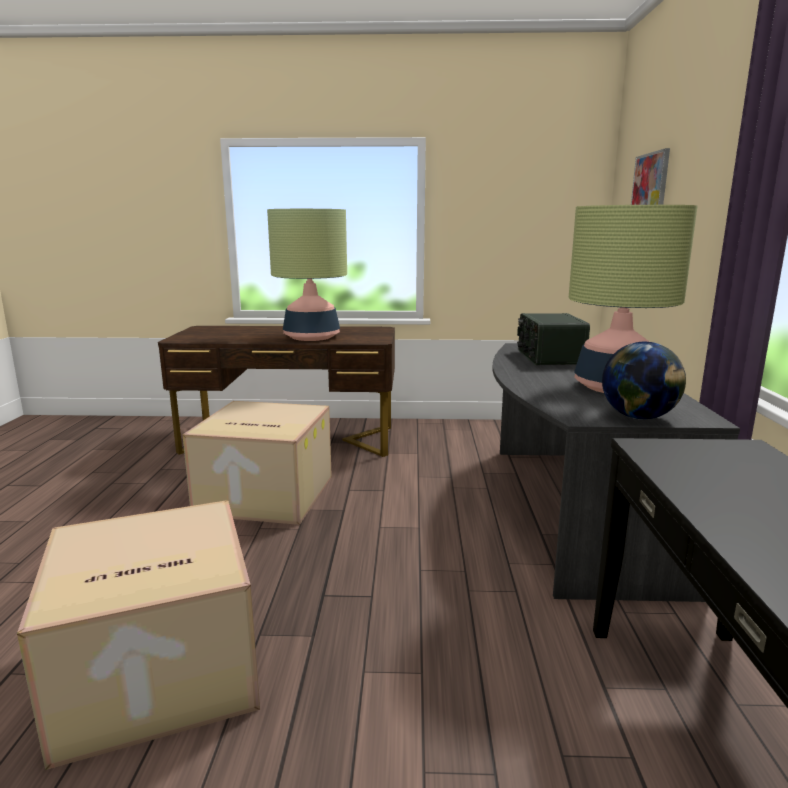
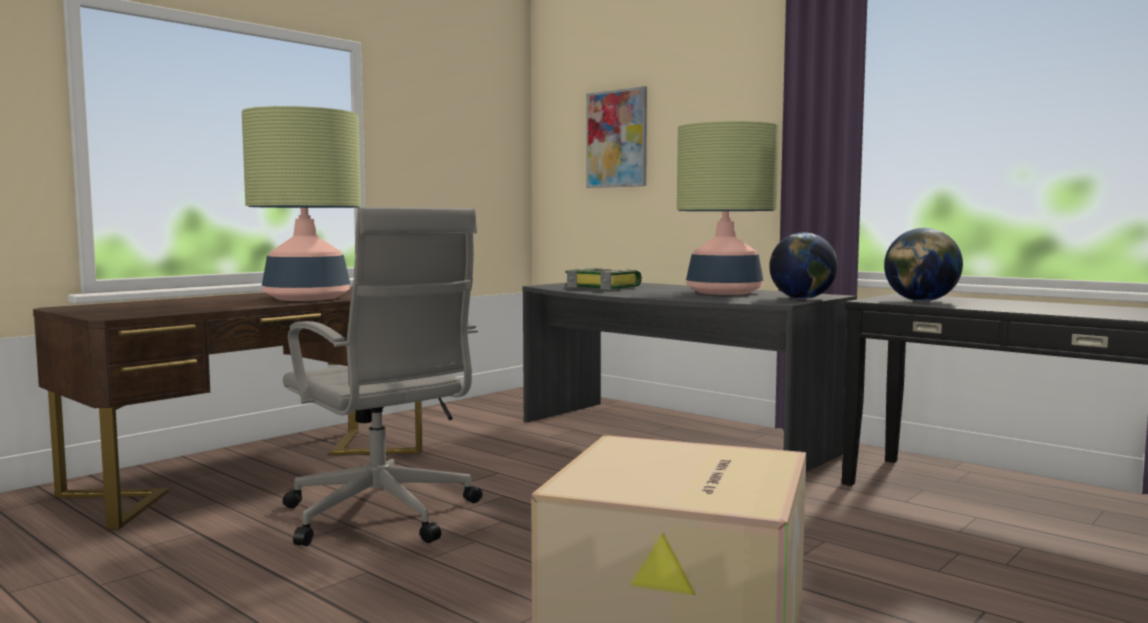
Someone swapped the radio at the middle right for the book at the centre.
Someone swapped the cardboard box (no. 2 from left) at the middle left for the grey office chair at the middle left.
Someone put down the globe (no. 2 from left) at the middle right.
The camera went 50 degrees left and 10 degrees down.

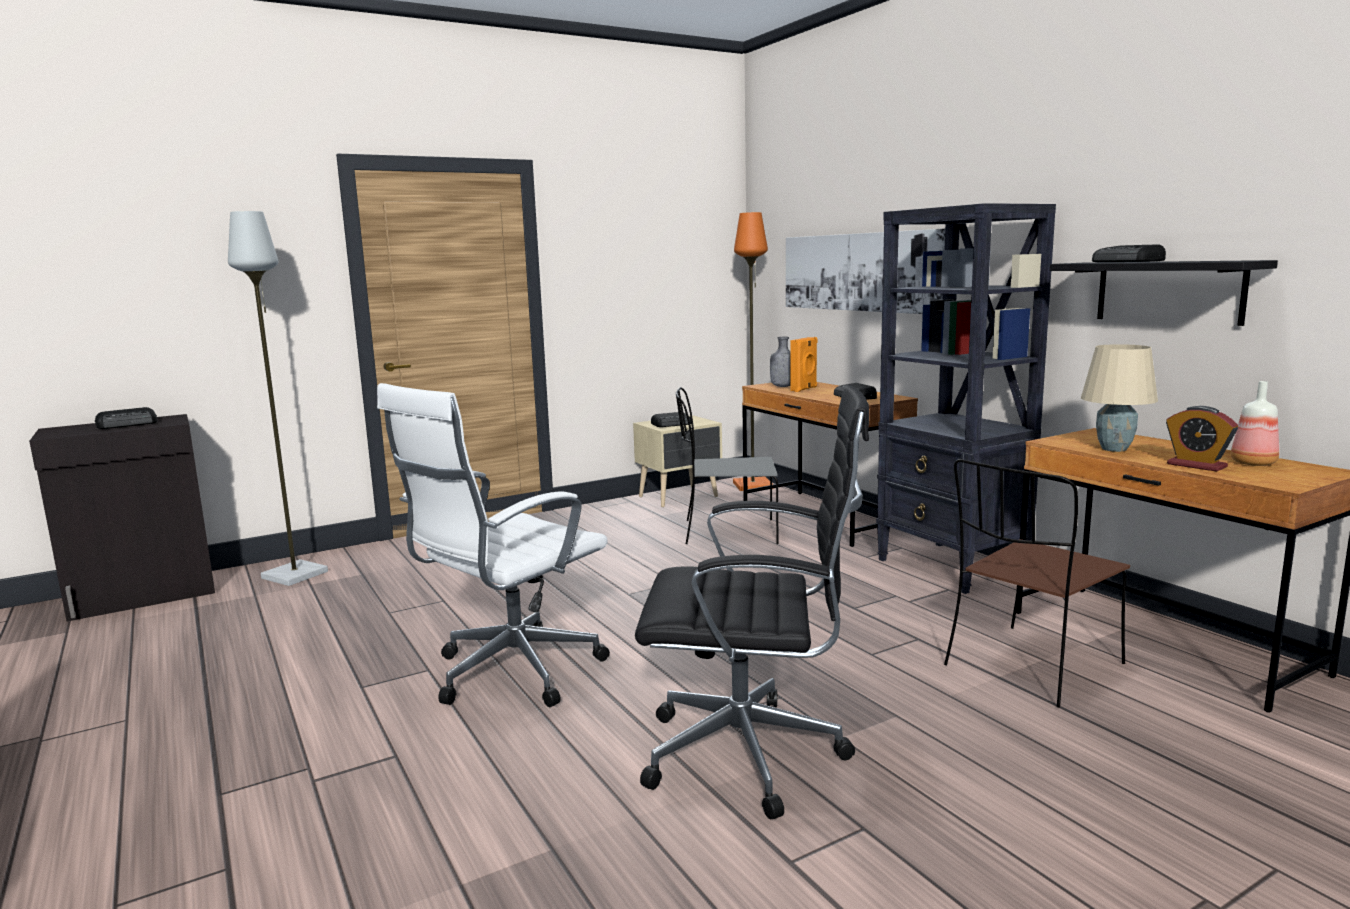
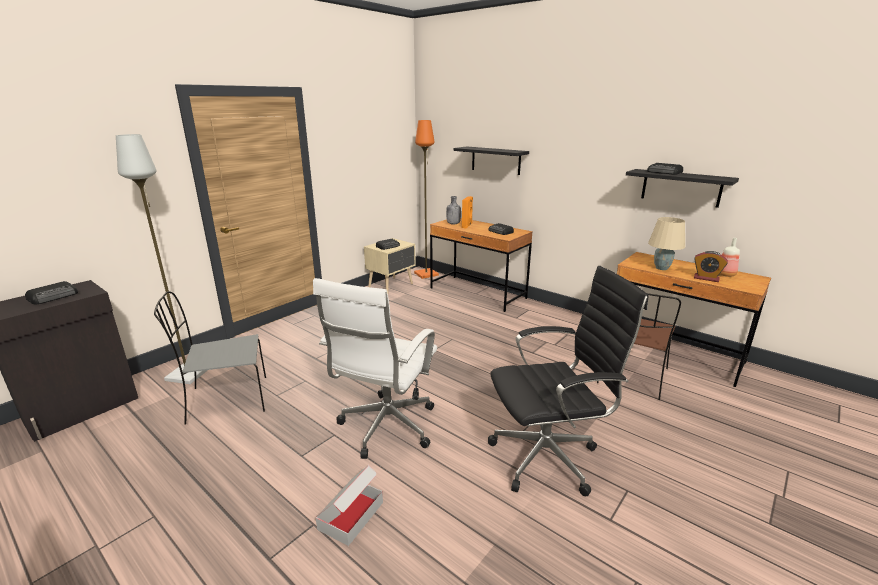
Someone took away the black bookcase at the middle right.
Someone swapped the picture at the top centre for the black shelf (no. 1 from left) at the top centre.
Someone carried the grey chair from the centre to the middle left.
Someone put down the cardboard box at the bottom centre.
The camera went 20 degrees left and 10 degrees up.

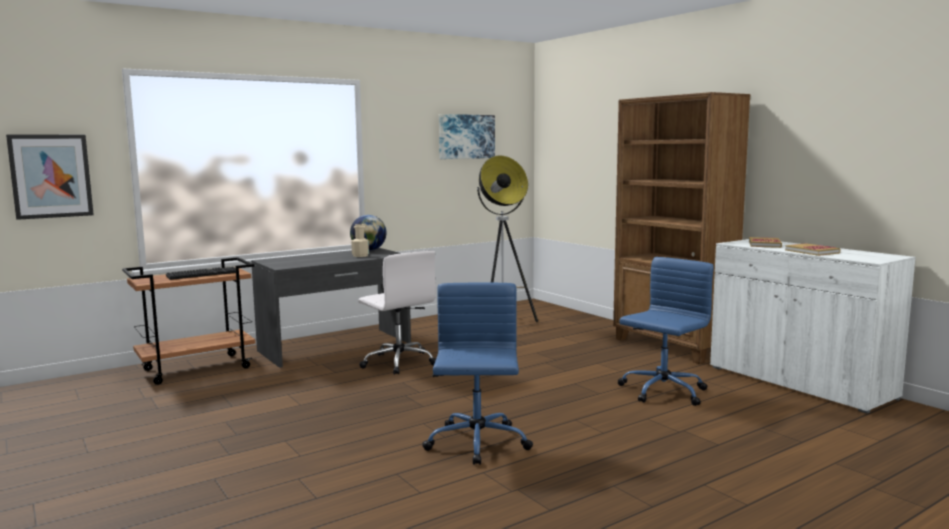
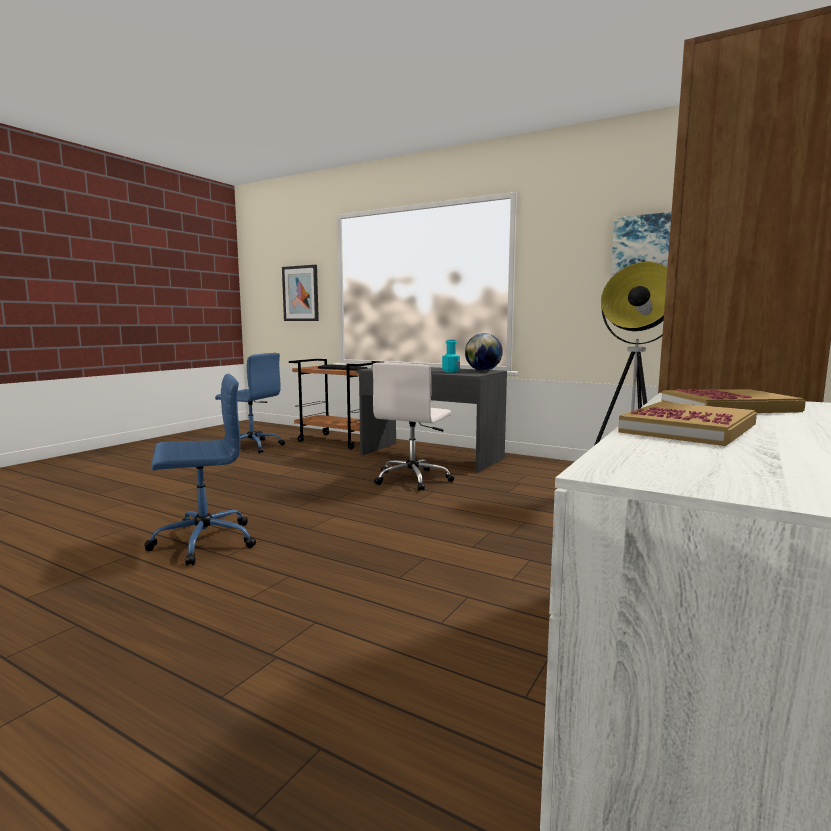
Someone repainted the beige bottle at the centre, which became the turquoise bottle at the centre.
Someone carried the blue office chair (no. 2 from left) from the middle right to the middle left.
The camera went 65 degrees right and 0 degrees up.

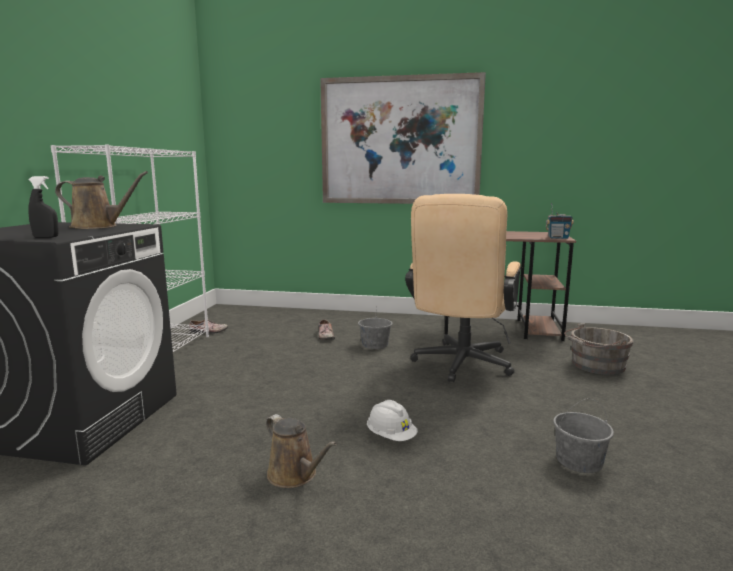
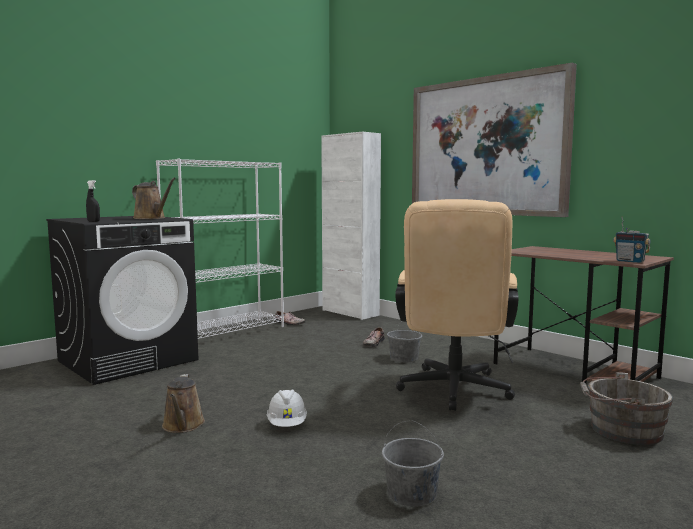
Someone rotated the beige office chair at the centre by 45 degrees counterclockwise.
Someone put down the white cabinet at the centre.
The camera went 35 degrees right and 5 degrees down.

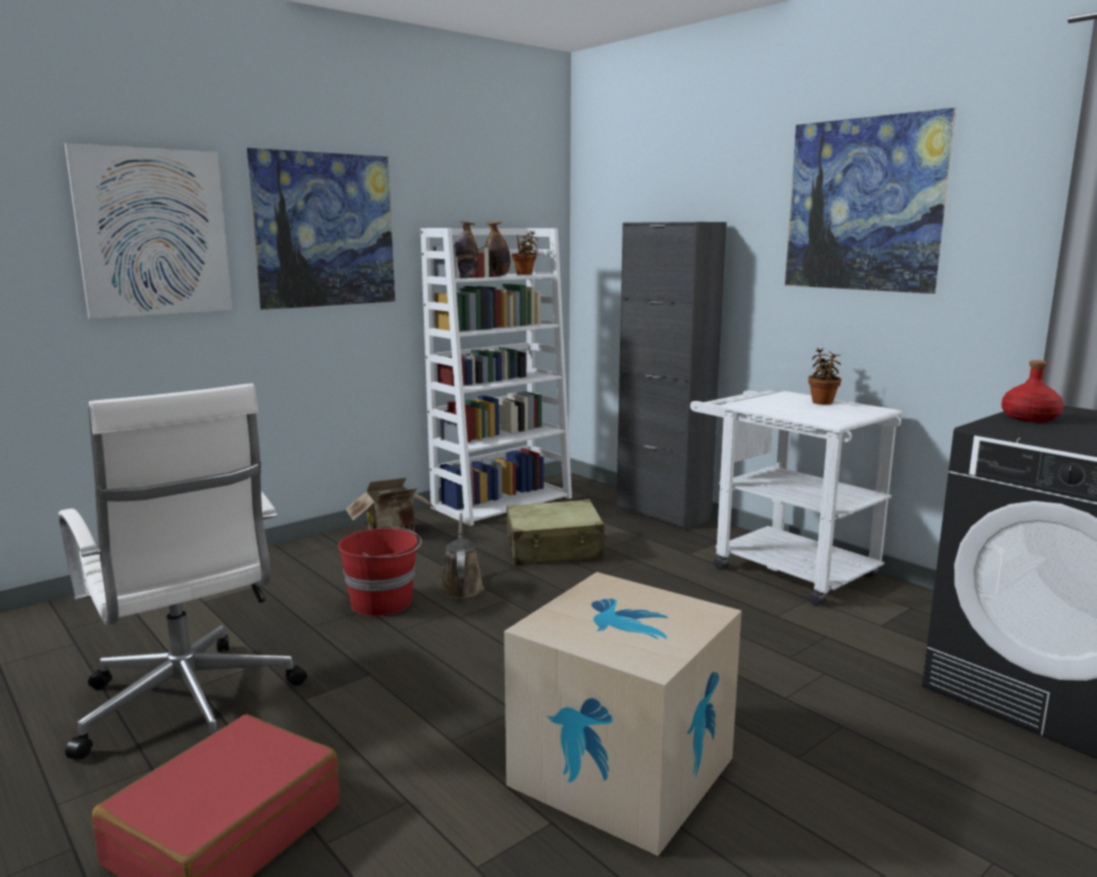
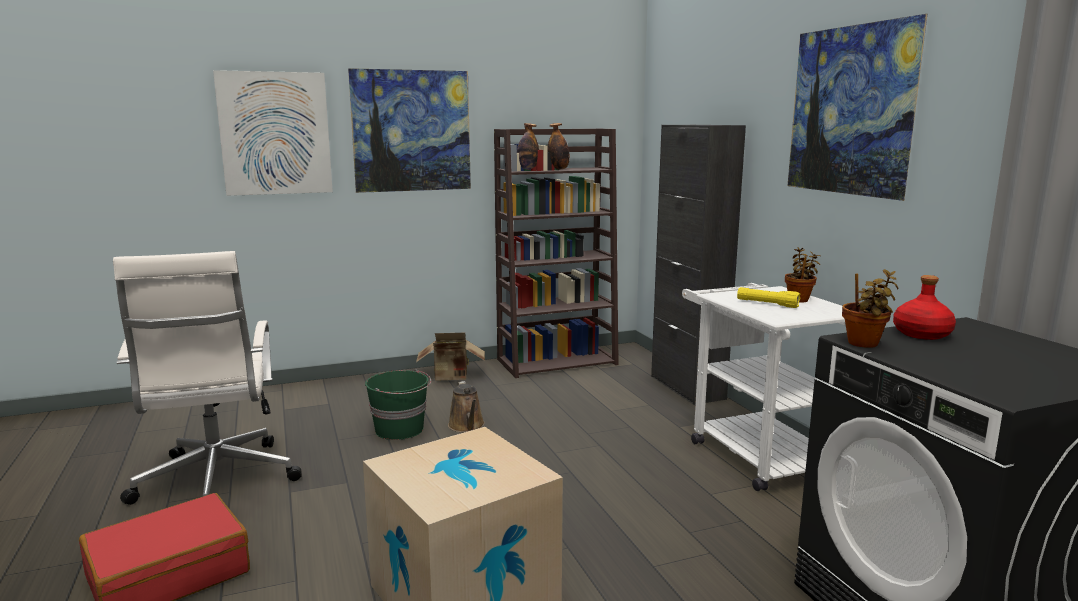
Someone repainted the white bookcase at the centre, which became the brown bookcase at the centre.
Someone carried the potted plant (no. 1 from left in the first image) from the top centre to the middle right.
Someone took away the beige suitcase at the centre.
Someone rotated the brown watering can at the centre by 150 degrees clockwise.
Someone repainted the red bucket at the centre, which became the green bucket at the bottom centre.
Someone put down the yellow flashlight at the middle right.
The camera went 20 degrees right and 0 degrees up.

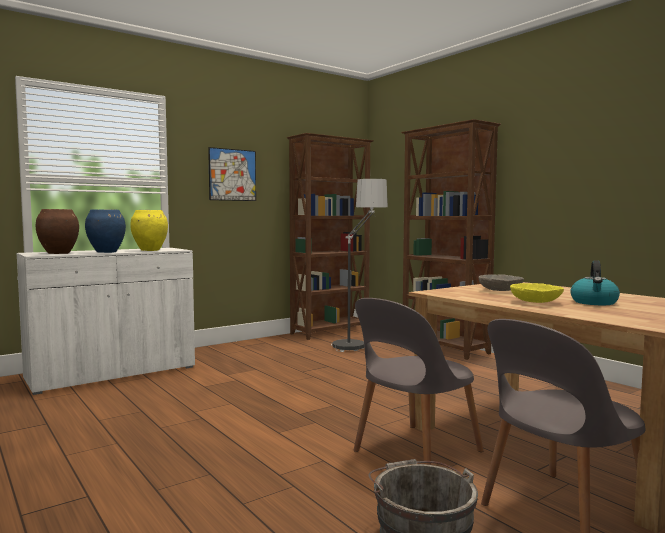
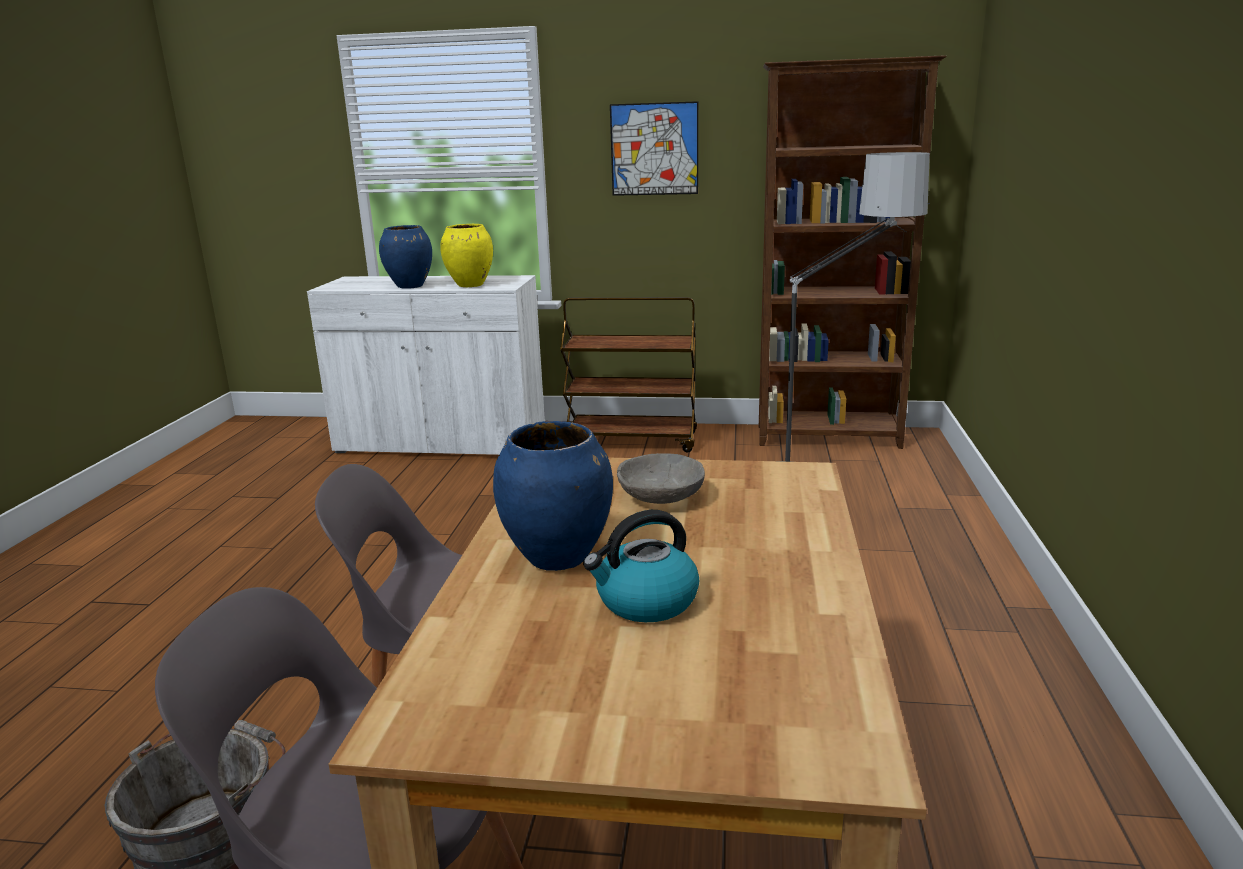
Someone took away the brown bookcase (no. 2 from left) at the middle right.
Someone took away the brown vase at the middle left.
Someone swapped the yellow bowl at the middle right for the blue vase (no. 2 from left) at the centre.
Someone put down the brown cart at the centre.
The camera went 45 degrees right and 15 degrees up.

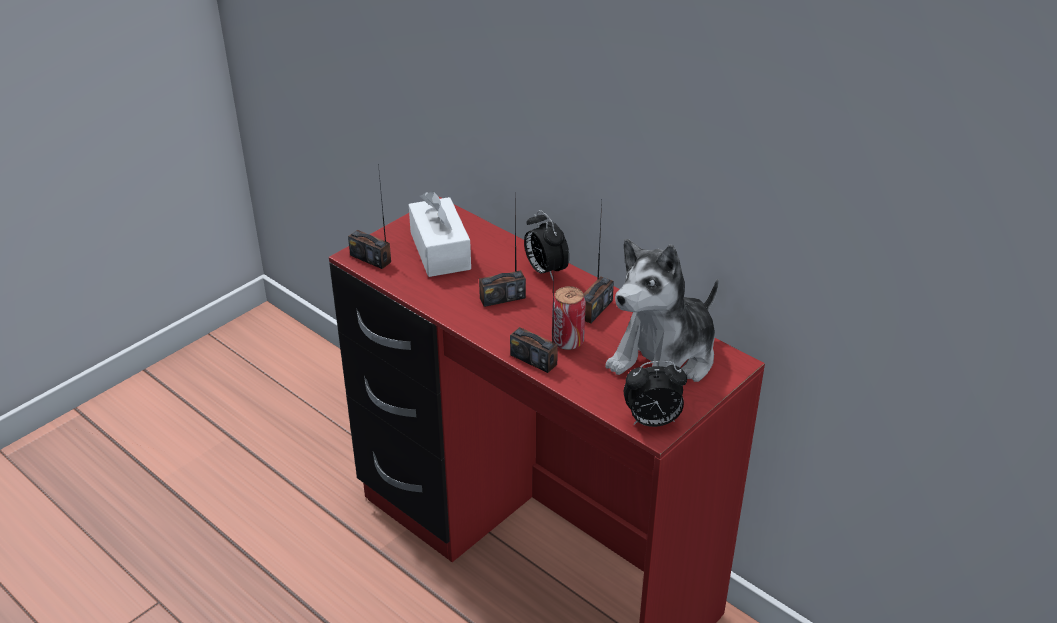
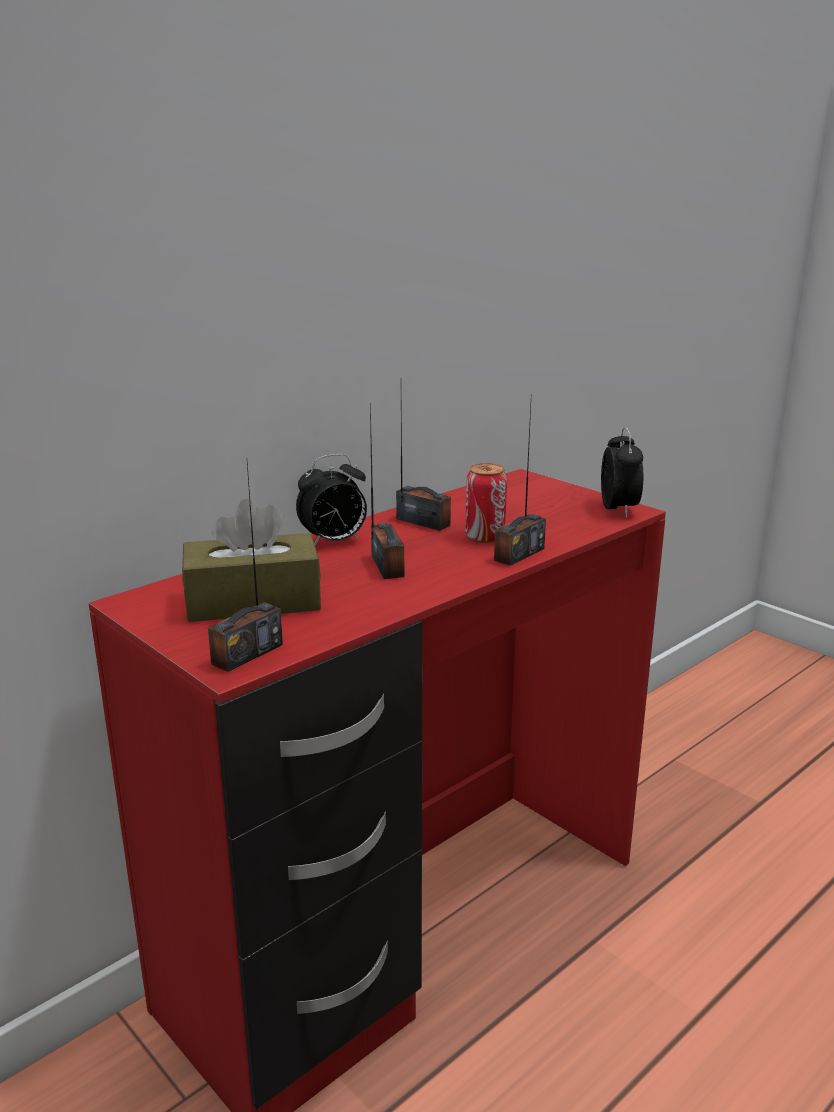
Someone repainted the white tissue box at the centre, which became the brown tissue box at the middle left.
Someone took away the plush toy at the centre.
The camera went 85 degrees left and 15 degrees down.

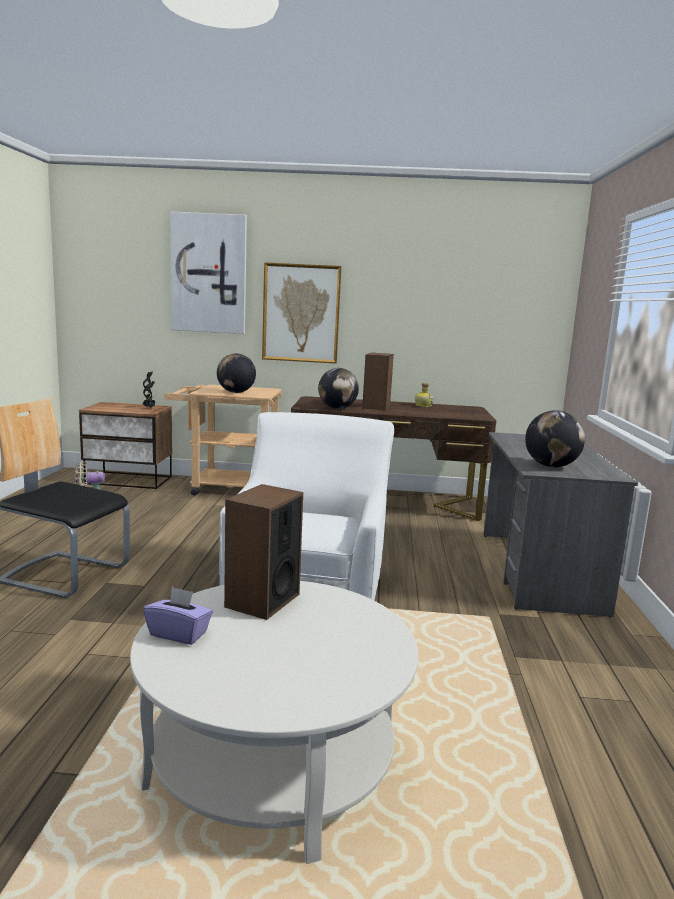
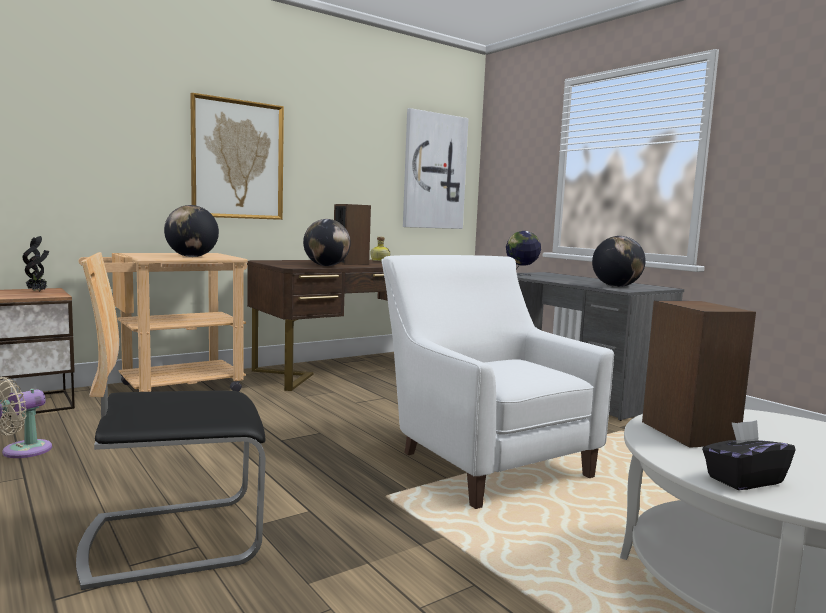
Someone carried the picture (no. 1 from left in the first image) from the top left to the top centre.
Someone repainted the purple tissue box at the bottom left, which became the black tissue box at the bottom right.
Someone put down the globe (no. 3 from left) at the centre.
The camera went 40 degrees left and 5 degrees down.

